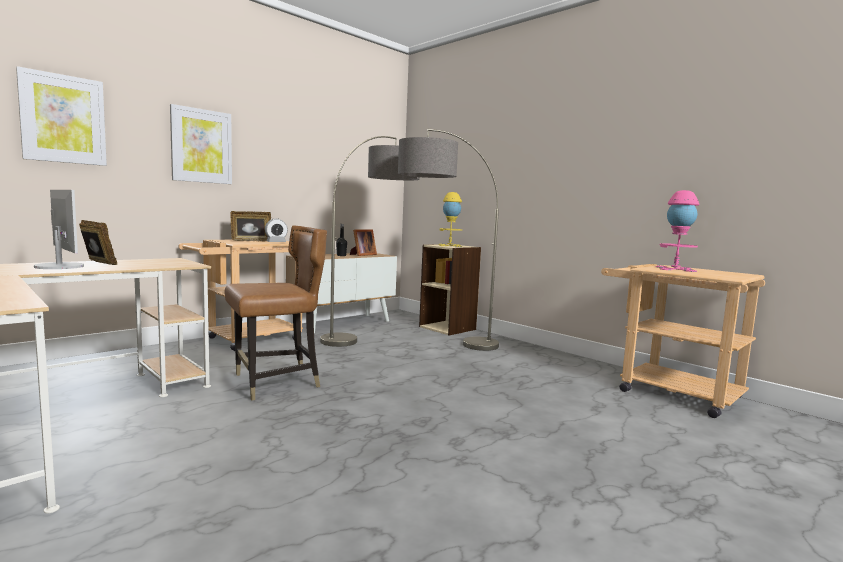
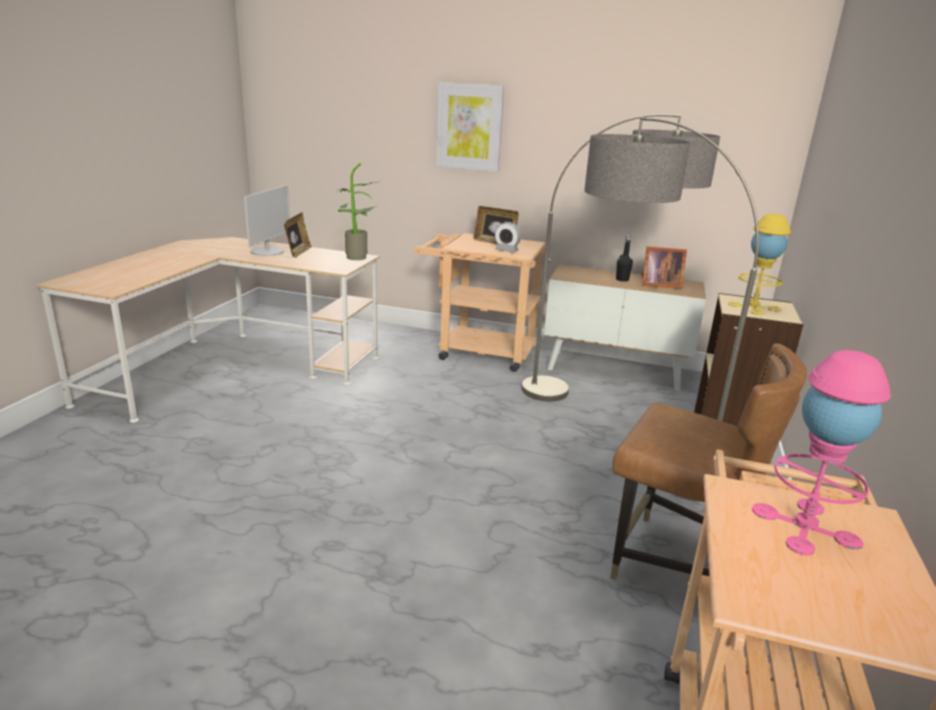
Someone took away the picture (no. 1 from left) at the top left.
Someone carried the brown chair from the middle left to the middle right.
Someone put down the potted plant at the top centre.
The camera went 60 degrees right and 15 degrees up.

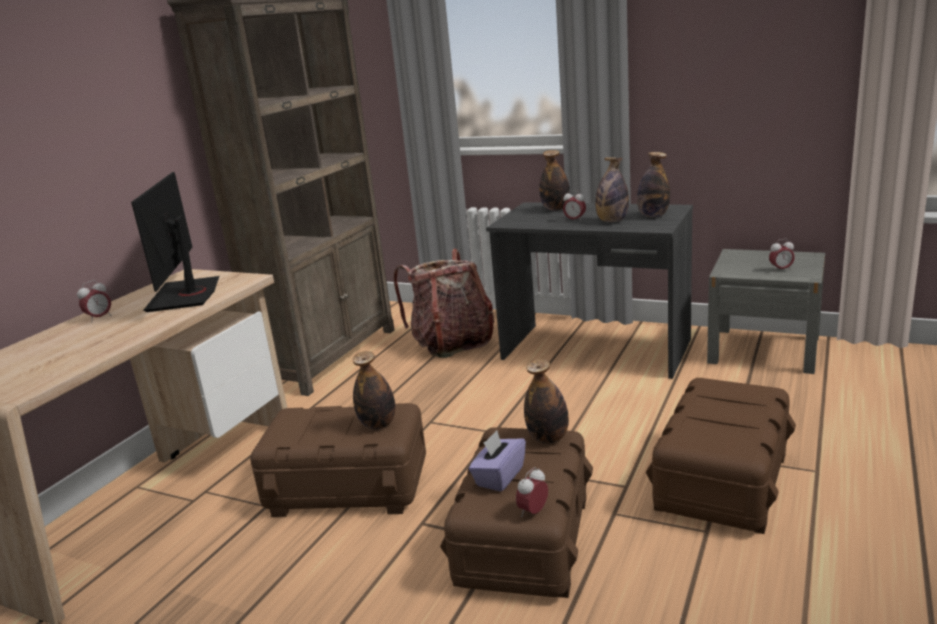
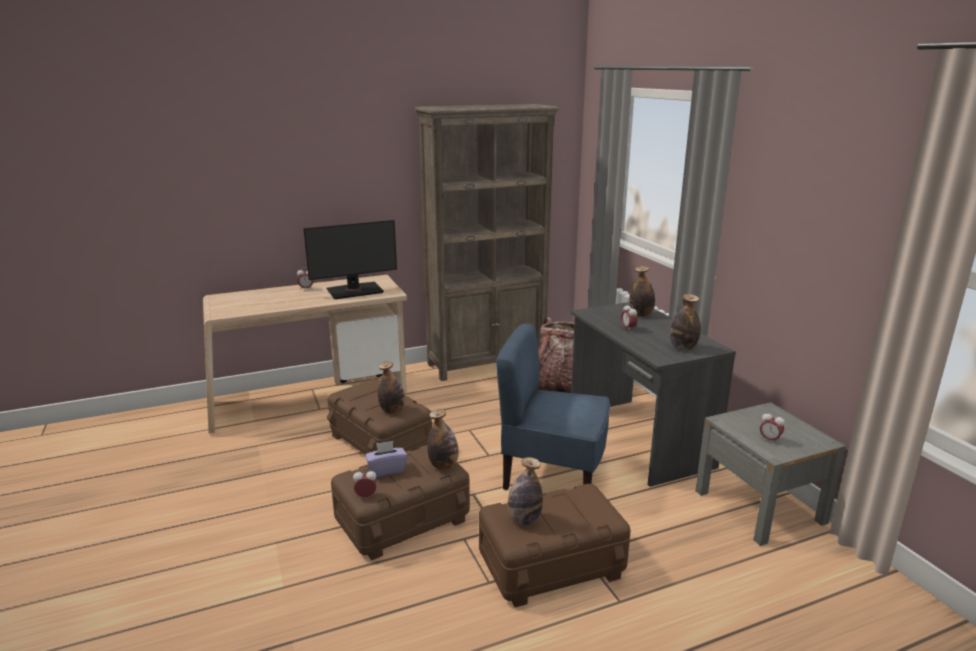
Someone carried the bottle (no. 4 from left in the first image) from the top centre to the bottom centre.
Someone rotated the monitor at the middle left by 150 degrees counterclockwise.
Someone put down the blue chair at the centre.
The camera went 40 degrees right and 0 degrees up.

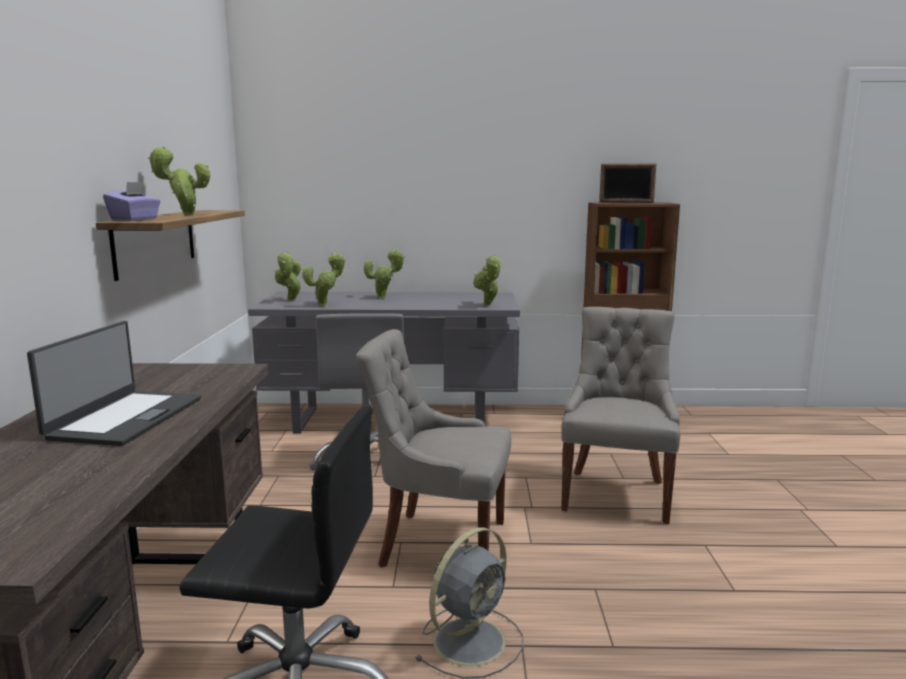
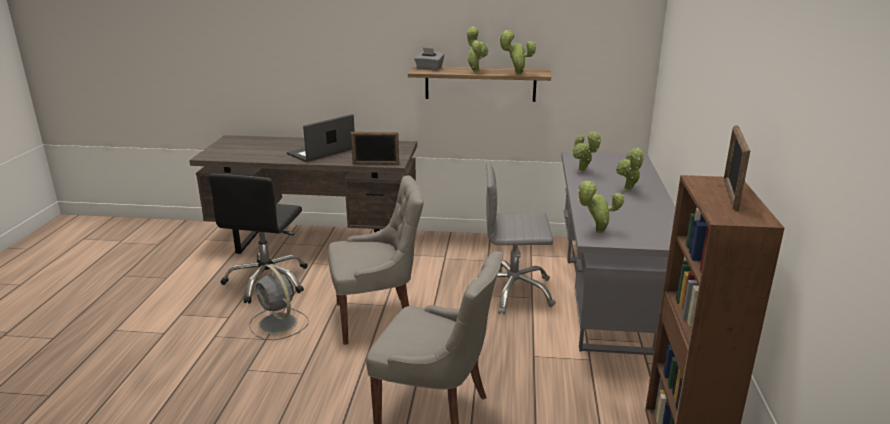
Someone repainted the purple tissue box at the top left, which became the grey tissue box at the top centre.
Someone carried the potted plant (no. 2 from left) from the middle left to the top centre.
Someone rotated the laptop at the middle left by 120 degrees clockwise.
Someone rotated the grey chair (no. 1 from left) at the centre by 60 degrees clockwise.
Someone put down the picture frame (no. 1 from left) at the centre.
The camera went 95 degrees right and 10 degrees up.

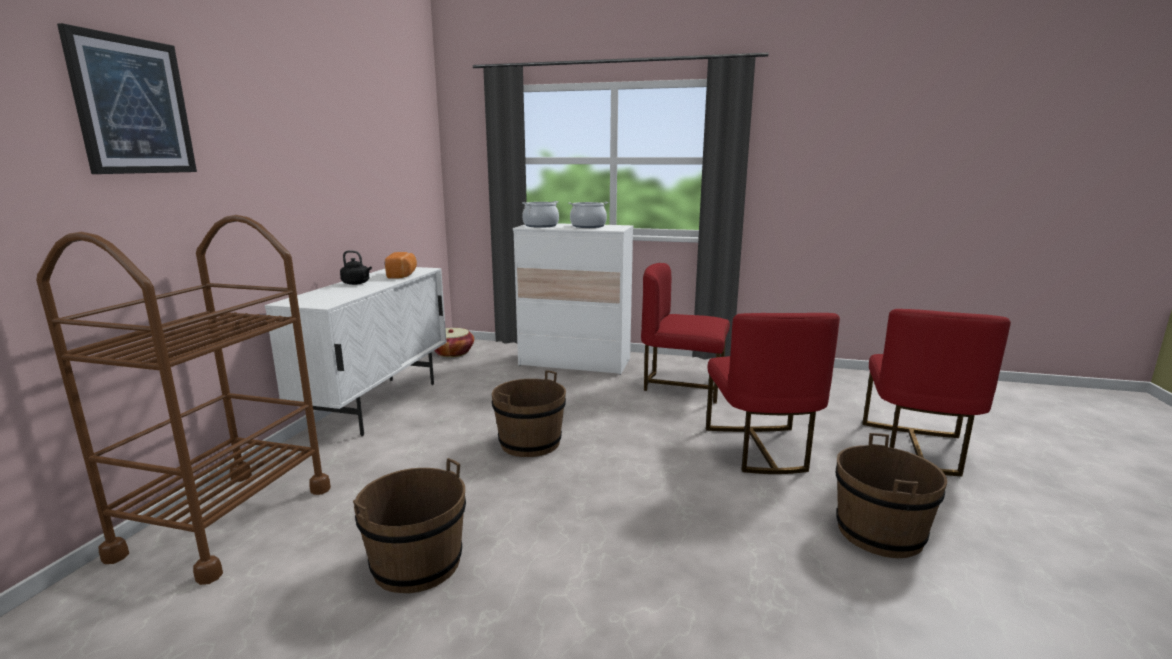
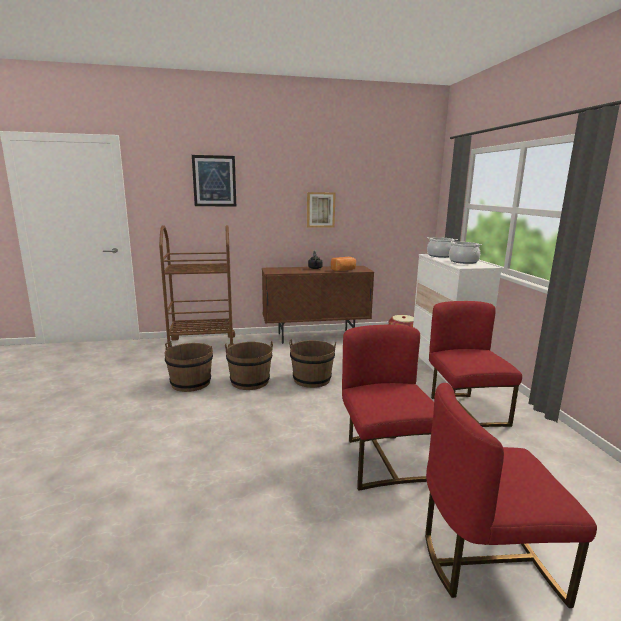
Someone repainted the white cabinet at the middle left, which became the brown cabinet at the centre.
Someone rotated the red chair (no. 2 from left in the first image) at the centre by 105 degrees clockwise.
Someone carried the brown bucket (no. 3 from left in the first image) from the bottom right to the centre.
Someone put up the picture (no. 2 from left) at the centre.
The camera went 65 degrees right and 0 degrees up.

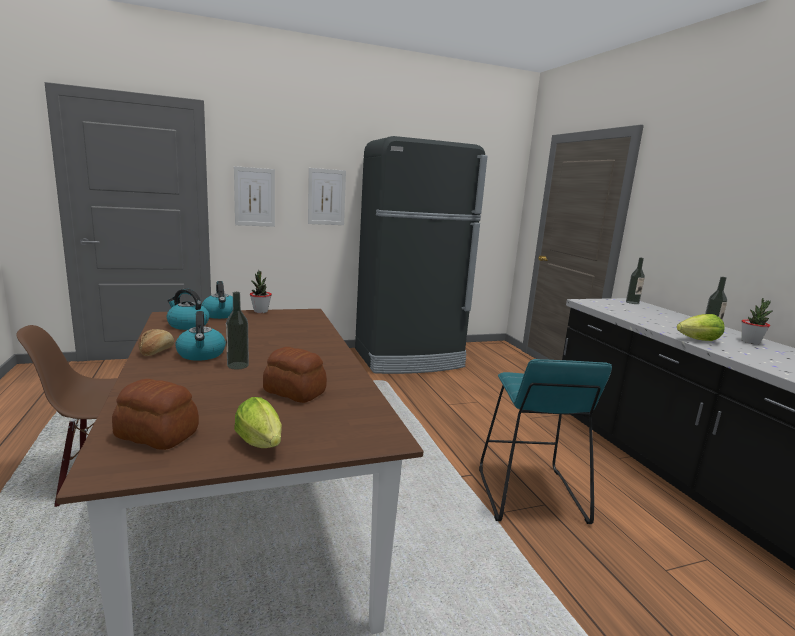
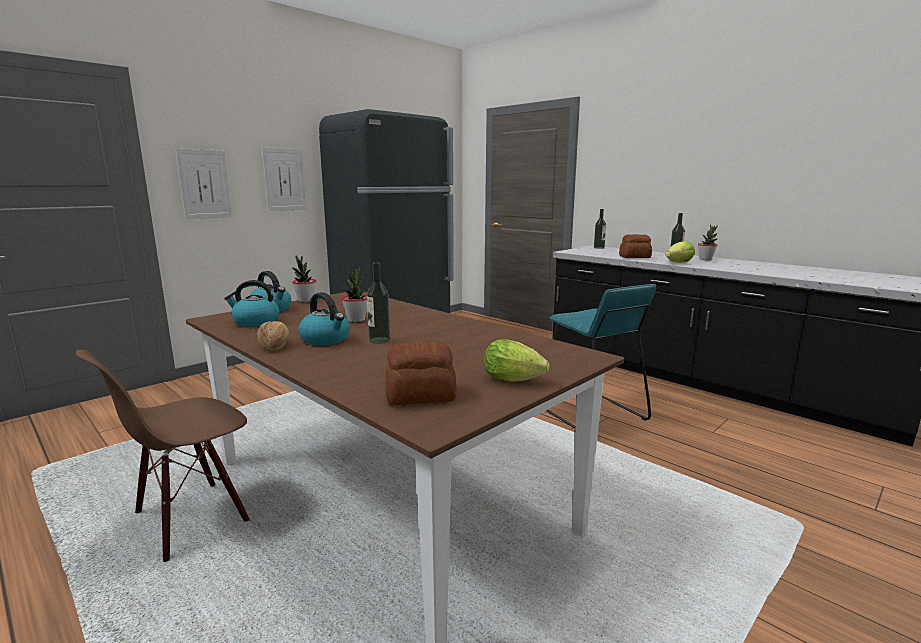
Someone carried the bread (no. 3 from left) from the centre to the middle right.
Someone put down the potted plant (no. 2 from left) at the centre.
The camera went 25 degrees left and 0 degrees up.

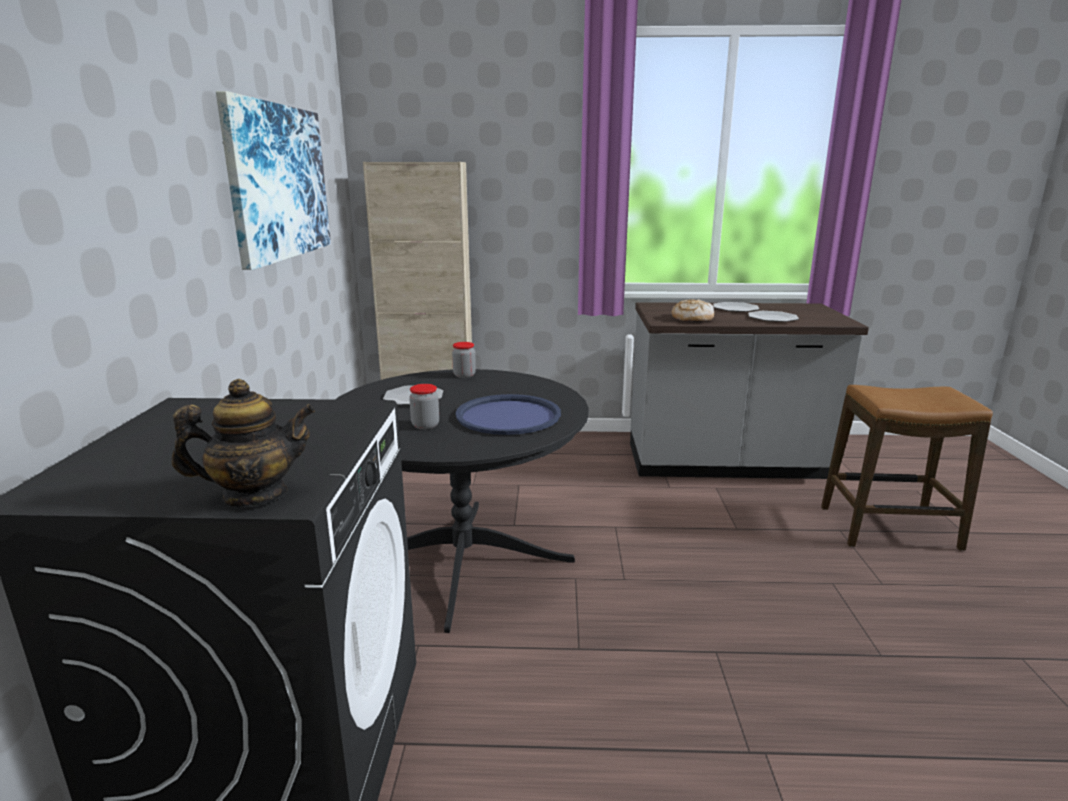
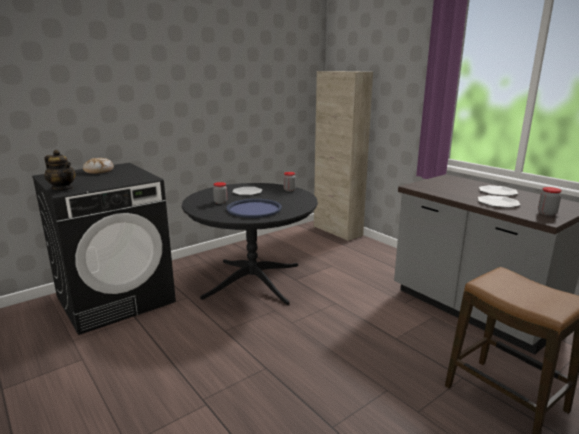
Someone took away the picture at the top left.
Someone carried the bread from the centre to the middle left.
Someone put down the jar (no. 3 from left) at the middle right.
The camera went 50 degrees right and 0 degrees up.

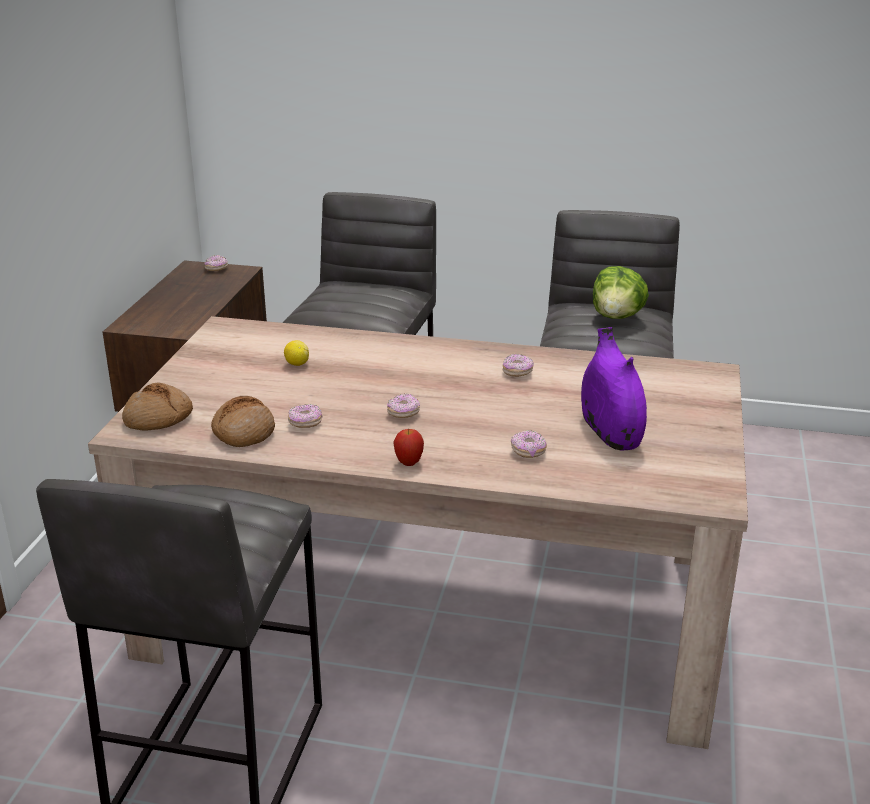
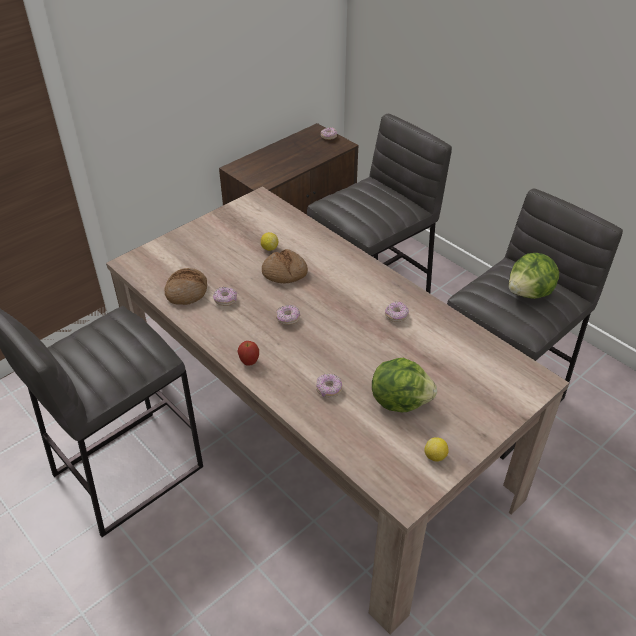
Someone swapped the purple vase at the middle right for the lettuce (no. 1 from left) at the centre.
Someone carried the bread (no. 1 from left in the first image) from the middle left to the centre.
Someone put down the lemon (no. 2 from left) at the bottom right.
The camera went 35 degrees right and 15 degrees up.

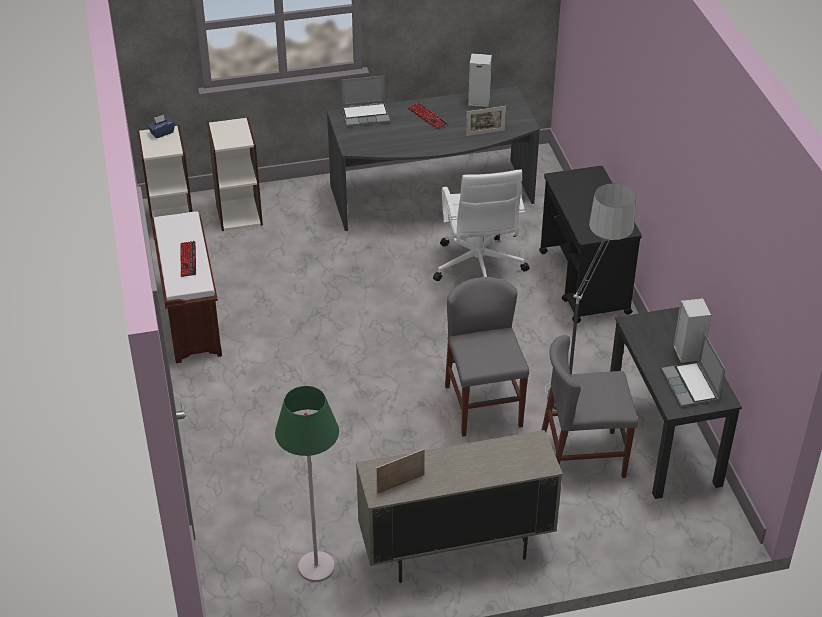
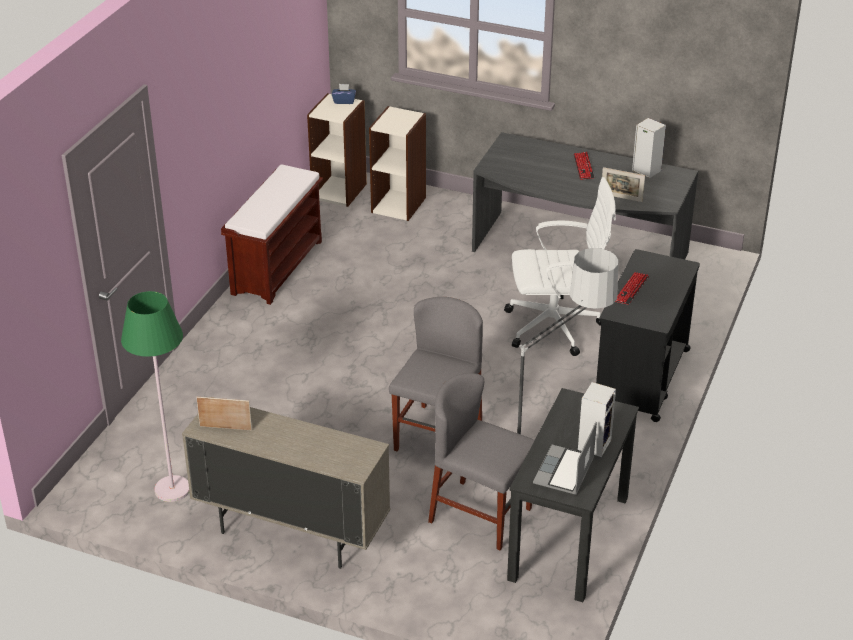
Someone took away the laptop (no. 1 from left) at the top centre.
Someone rotated the white office chair at the centre by 120 degrees counterclockwise.
Someone carried the keyboard (no. 1 from left in the first image) from the middle left to the middle right.
The camera went 35 degrees right and 5 degrees down.

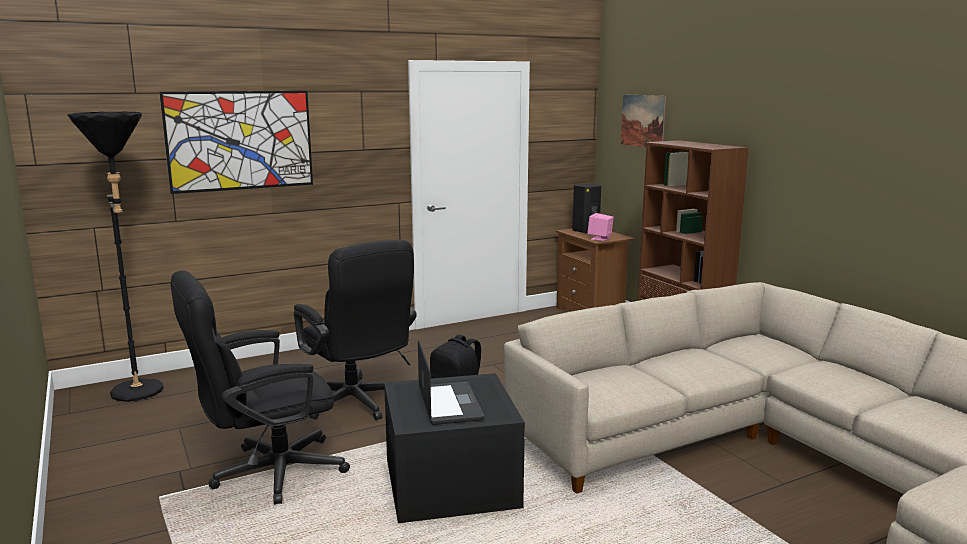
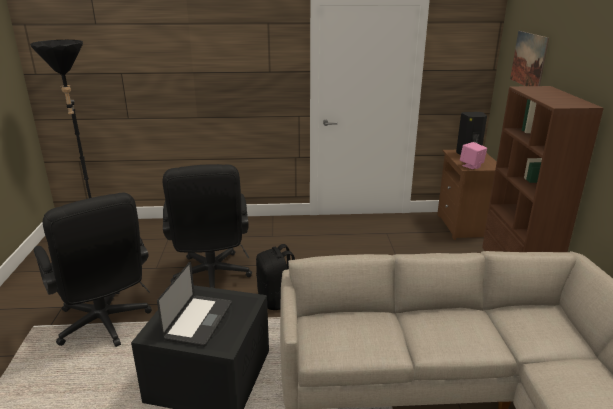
Someone took away the picture (no. 1 from left) at the top left.
Someone rotated the black office chair (no. 1 from left) at the bottom left by 120 degrees counterclockwise.
The camera went 25 degrees right and 10 degrees up.

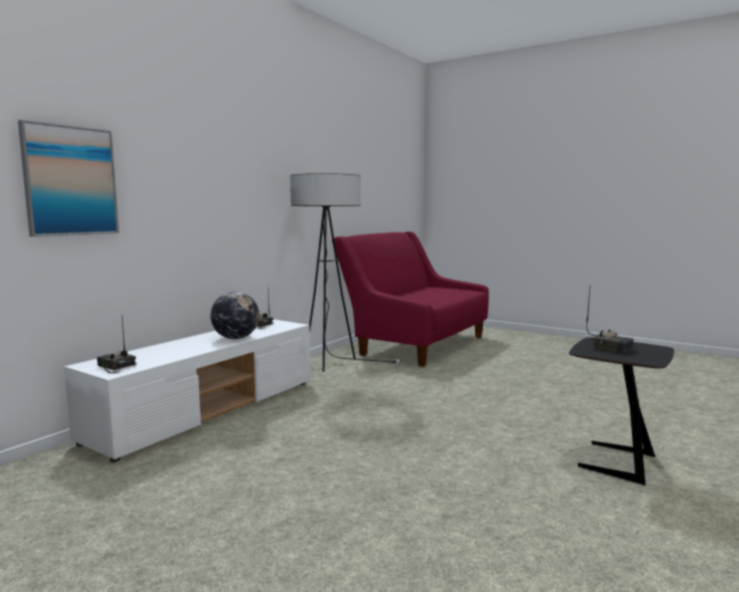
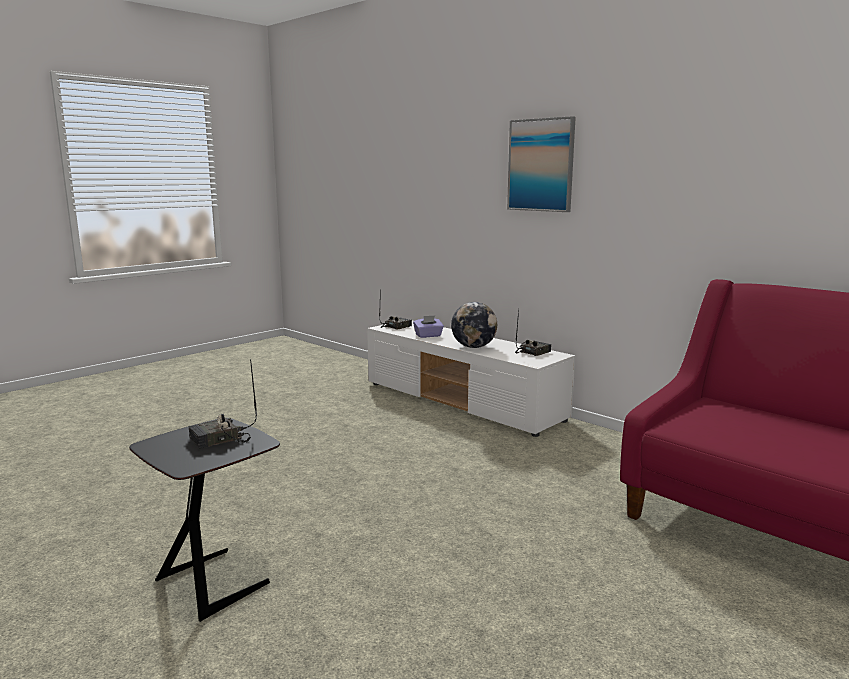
Someone carried the picture from the top left to the top centre.
Someone took away the floor lamp at the centre.
Someone put down the purple tissue box at the centre.
The camera went 100 degrees right and 5 degrees up.

